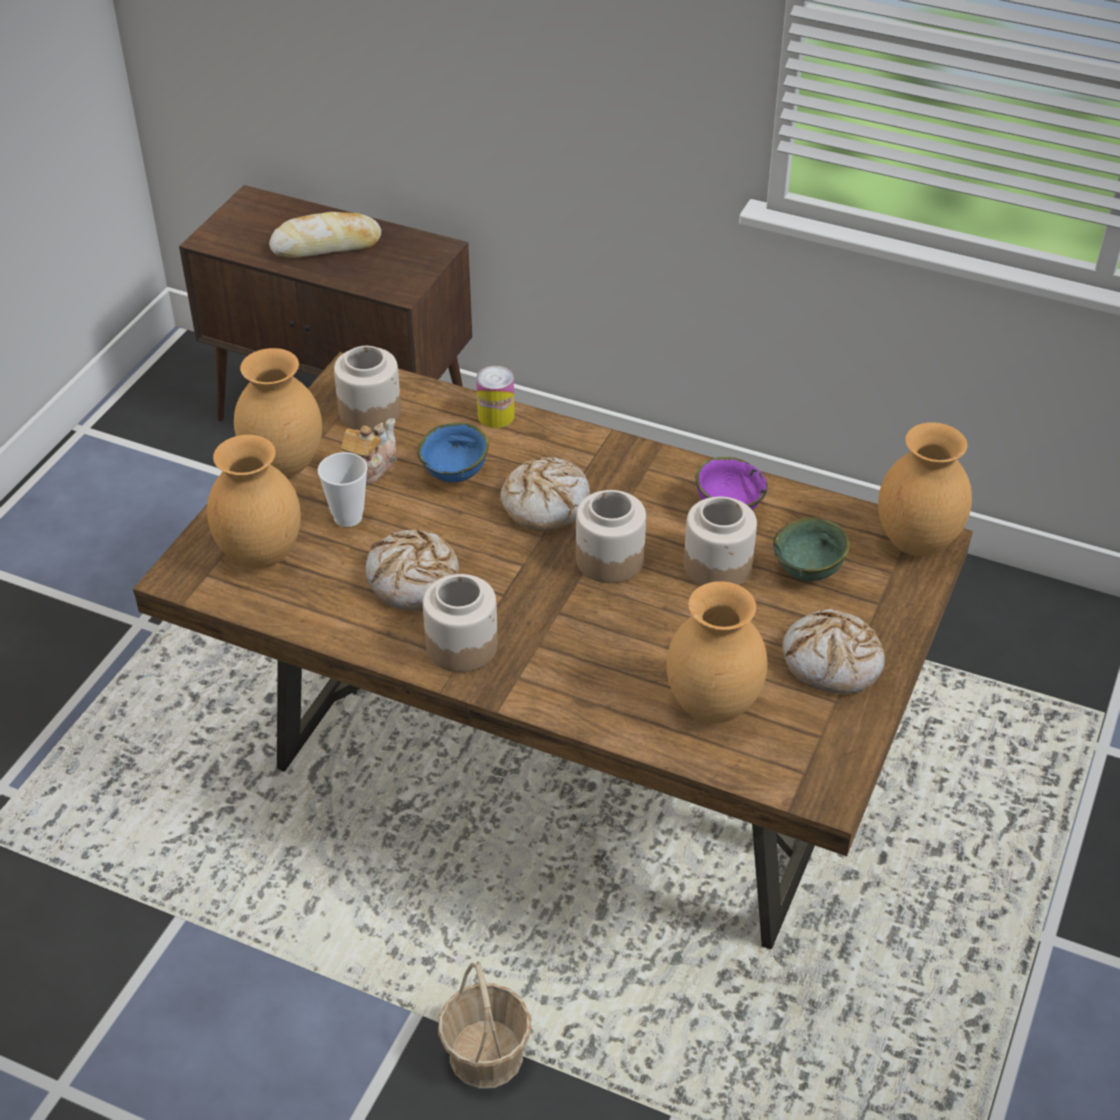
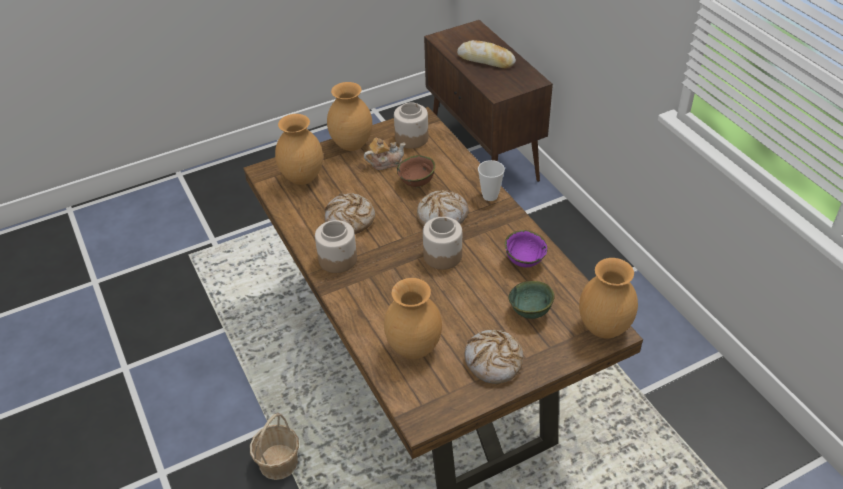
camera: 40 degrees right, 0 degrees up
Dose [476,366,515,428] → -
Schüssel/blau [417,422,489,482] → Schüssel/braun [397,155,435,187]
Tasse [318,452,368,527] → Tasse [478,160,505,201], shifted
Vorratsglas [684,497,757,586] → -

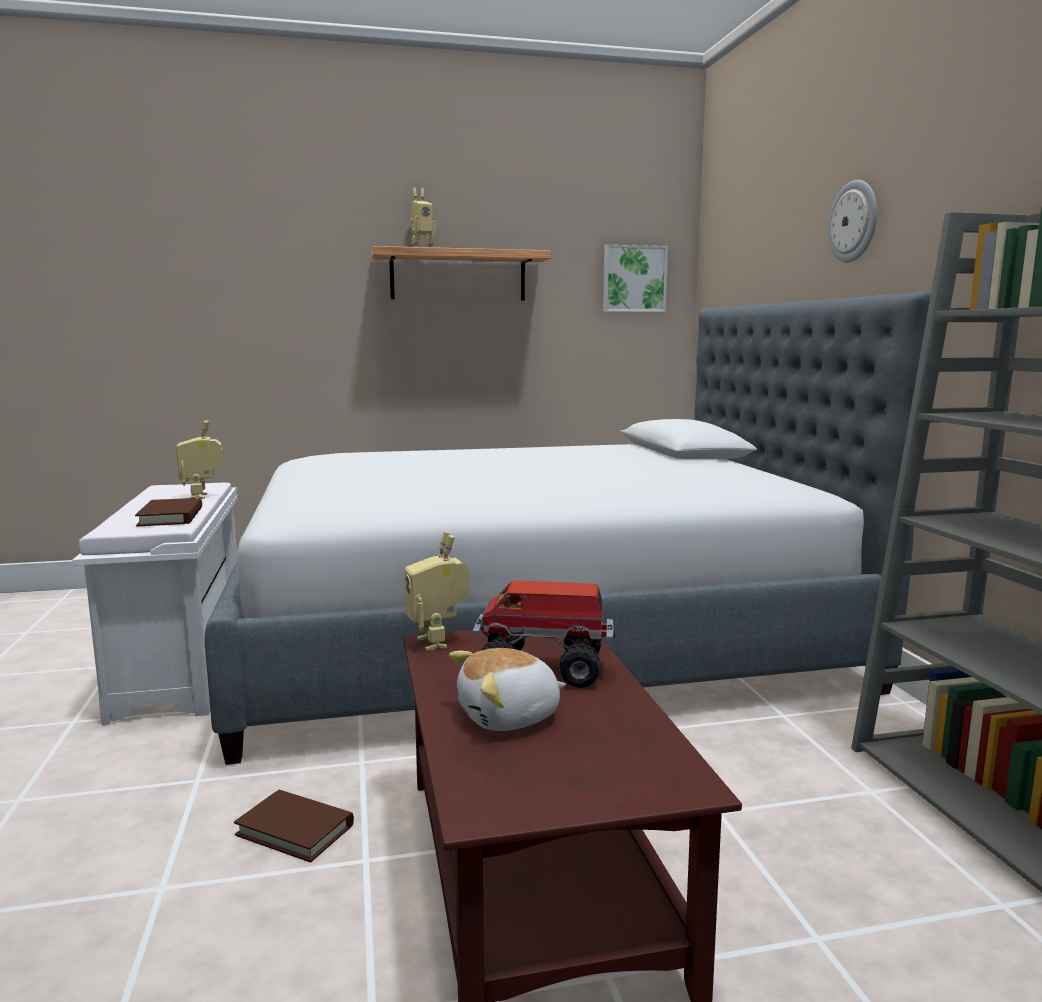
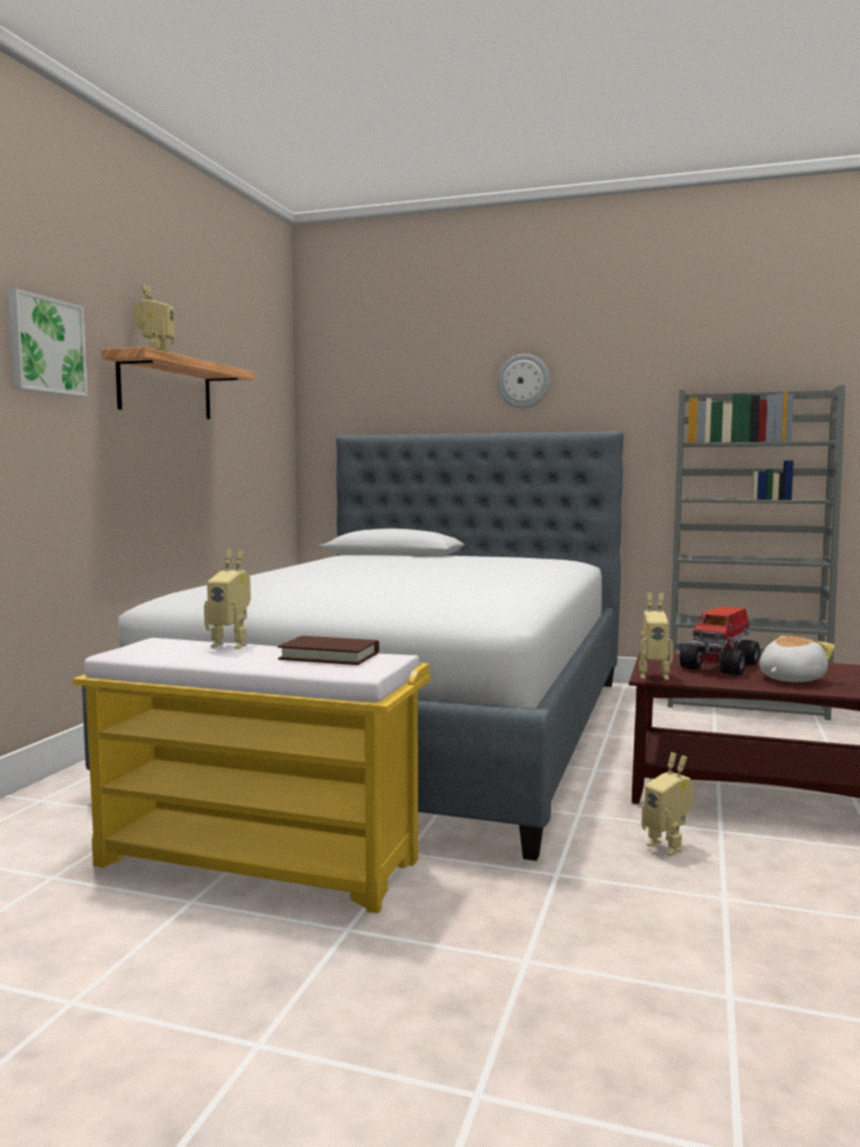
camera: 60 degrees left, 5 degrees down
Bild [603,245,668,312] → Bild [6,289,88,397], shifted
Bank/weiß [73,483,238,725] → Bank/gelb [73,638,430,913]
Plüschtier [449,648,566,731] → Plüschtier [759,636,835,682], 135 degrees counterclockwise
Buch/braun [234,790,354,862] → Spielzeugroboter [642,752,694,856]

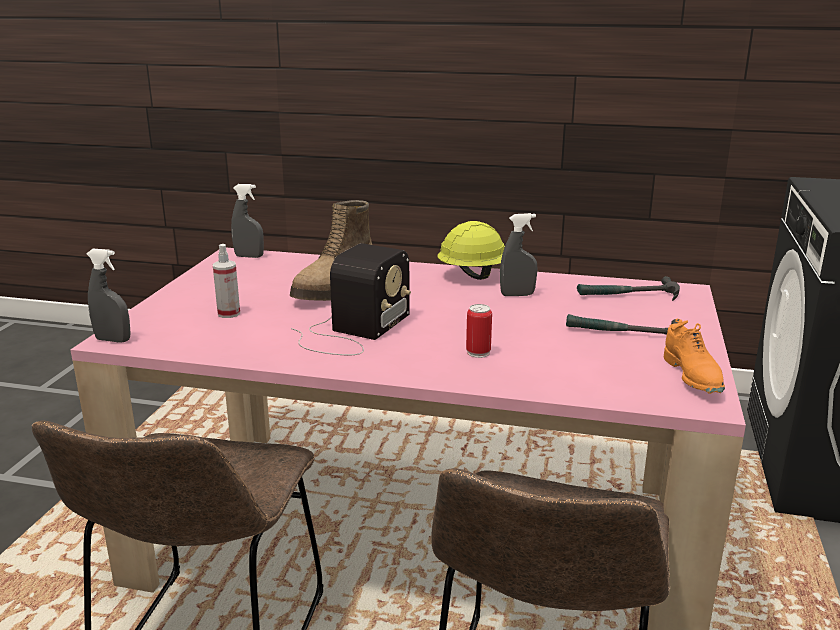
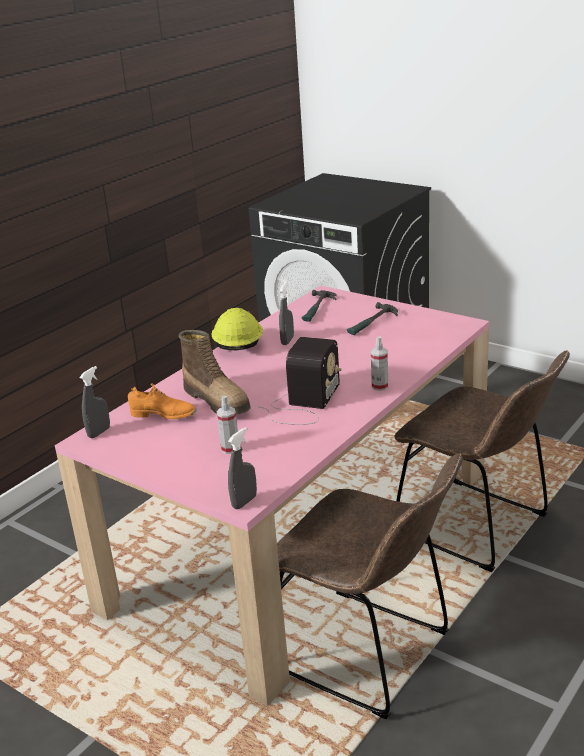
camera: 65 degrees left, 5 degrees up
Radio [291,243,411,355] → Radio [258,337,342,425], 60 degrees clockwise
Dose [466,304,492,358] → -
Schuh/orange [664,319,725,394] → Schuh/orange [128,383,197,419], shifted
- → Sprühflasche [371,336,388,391]

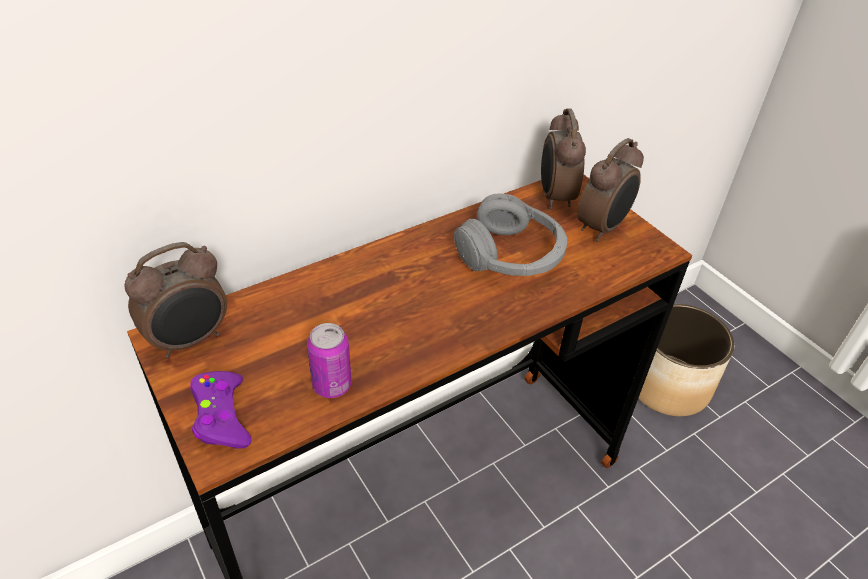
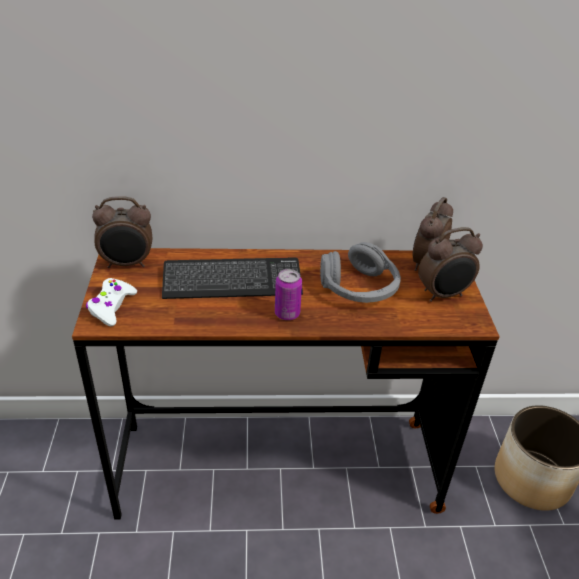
camera: 30 degrees right, 5 degrees down
Dose [307,323,352,398] → Dose [275,269,302,320], shifted
Gamepad/lila [190,371,251,449] → Gamepad/weiß [86,278,137,326]
- → Tastatur [162,257,303,299]

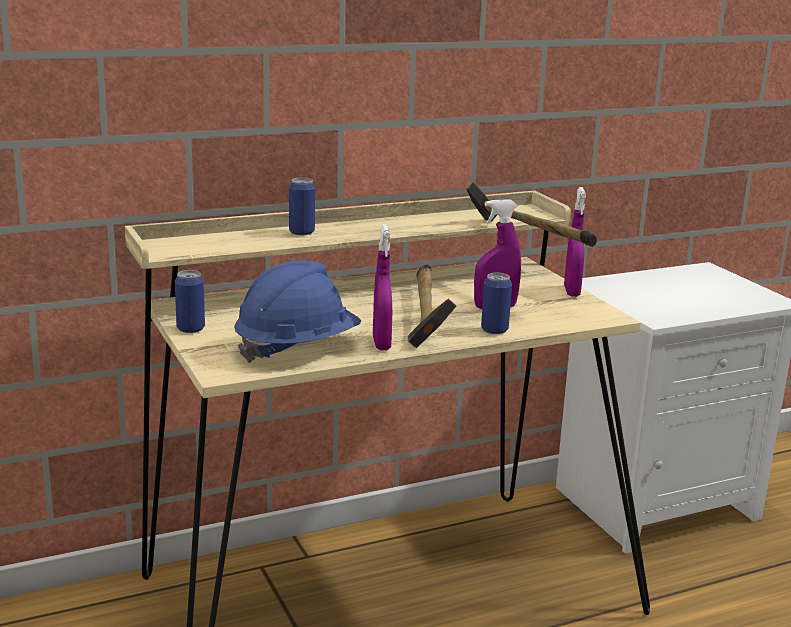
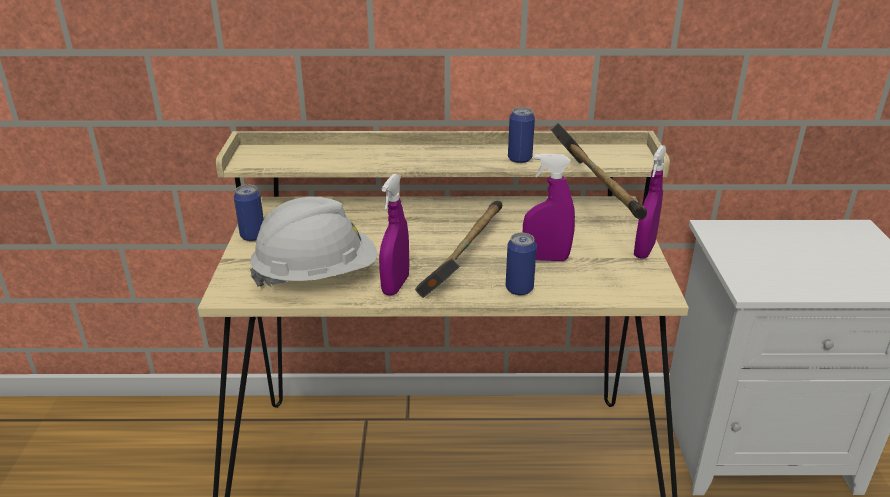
camera: 25 degrees right, 10 degrees up
Dose [289,178,315,235] → Dose [508,107,535,163], shifted
Schutzhelm/blau [234,260,361,363] → Schutzhelm/weiß [250,197,377,287]

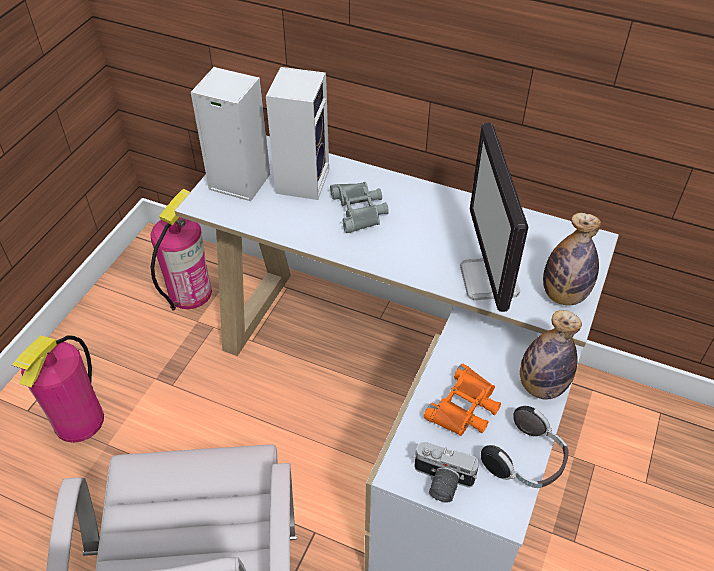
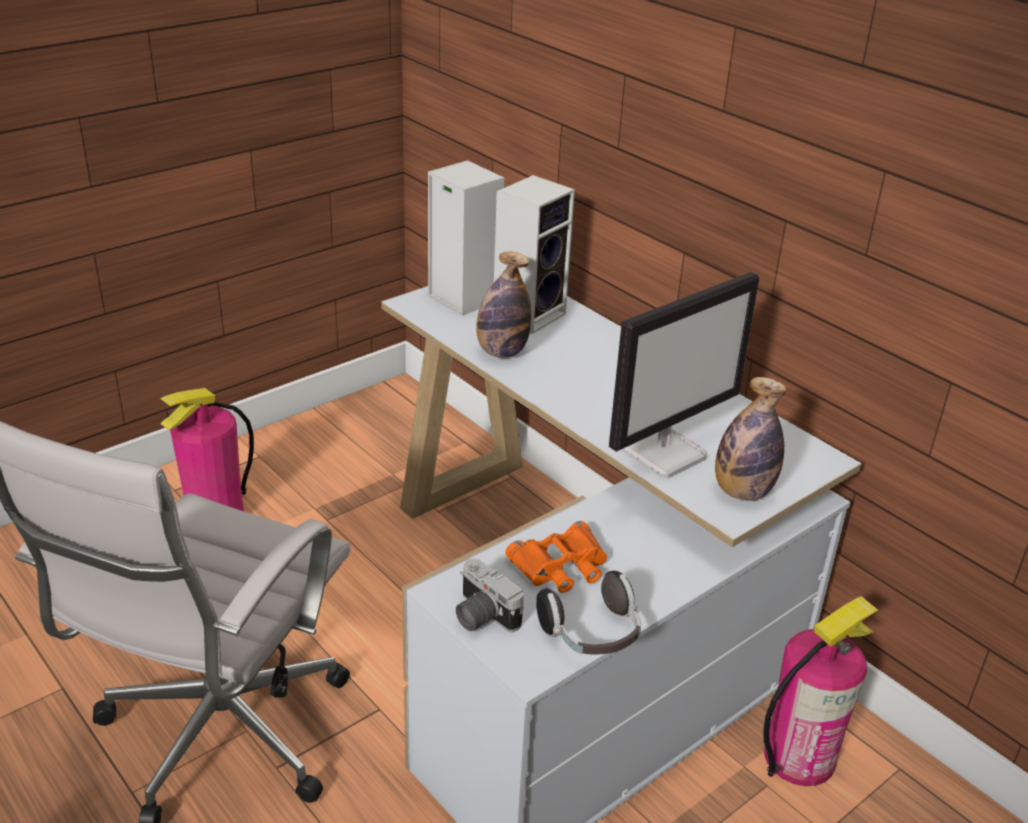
camera: 25 degrees right, 15 degrees down
Monitor [460,123,528,312] → Monitor [609,272,759,478], 150 degrees counterclockwise
Fernglas/grau [330,182,389,233] → -
Feuerlöscher [151,189,212,311] → Feuerlöscher [763,596,878,786], shifted
Flasche [520,310,582,399] → Flasche [476,252,531,358], shifted

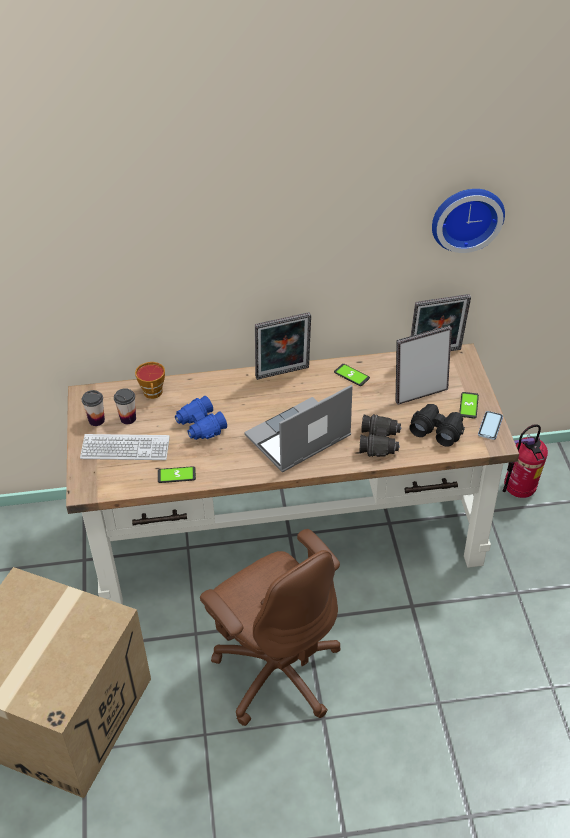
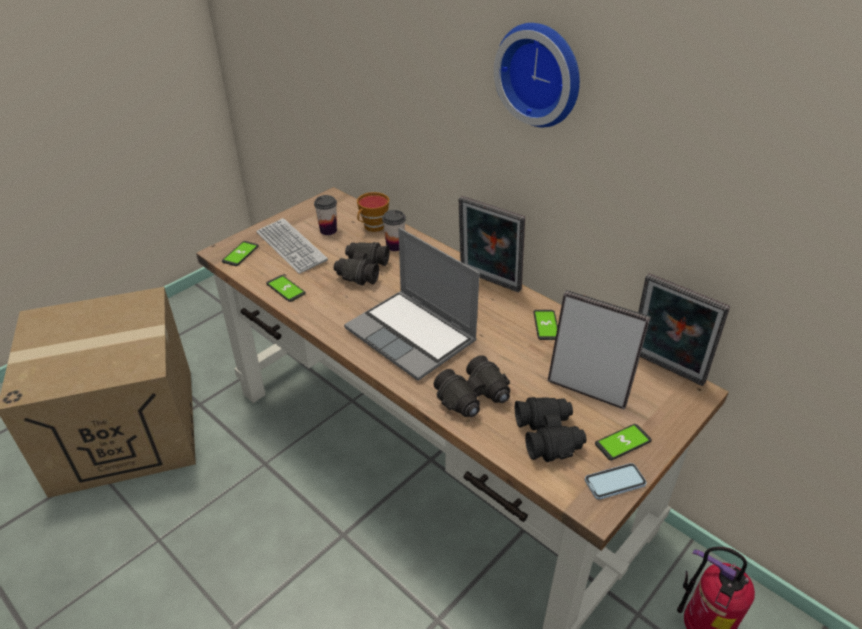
camera: 50 degrees right, 5 degrees down
Wanduhr [432,189,505,253] → Wanduhr [494,23,580,127], shifted
Laptop [244,385,352,473] → Laptop [344,228,480,381], 150 degrees counterclockwise
Tasse [82,390,105,426] → Tasse [382,210,406,251], shifted
Fernglas/blau [175,396,227,440] → Fernglas/schwarz [334,242,390,285]
Bürostuhl/braun [200,529,341,726] → -
- → Handy [222,241,259,266]

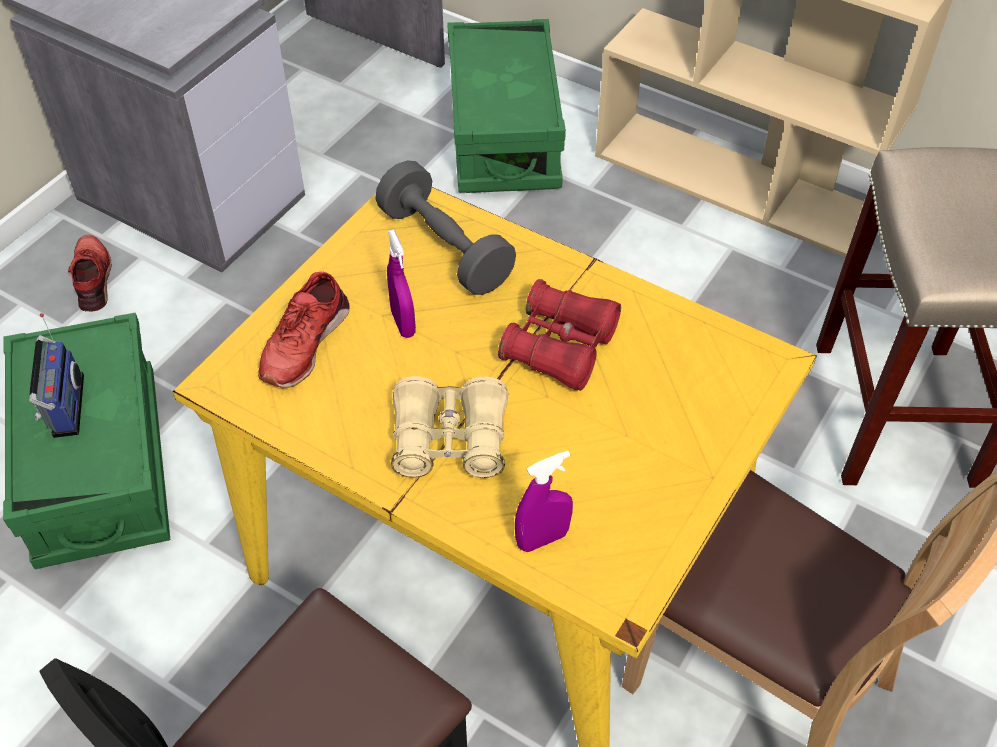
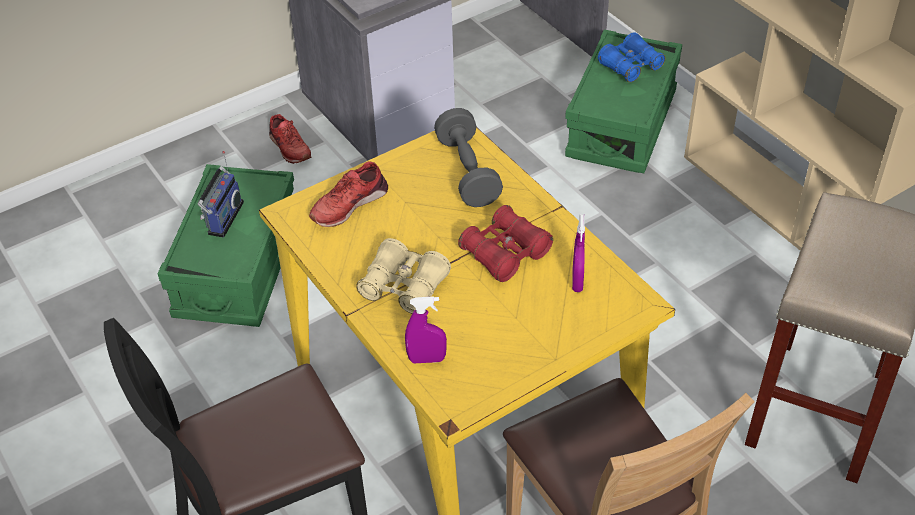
camera: 25 degrees right, 5 degrees down
Sprühflasche/lila [387,230,416,338] → Sprühflasche/lila [572,214,585,292], shifted
Schuh/rot [68,235,112,312] → Schuh/rot [269,114,311,164], 135 degrees clockwise
- → Fernglas/blau [598,32,666,82]

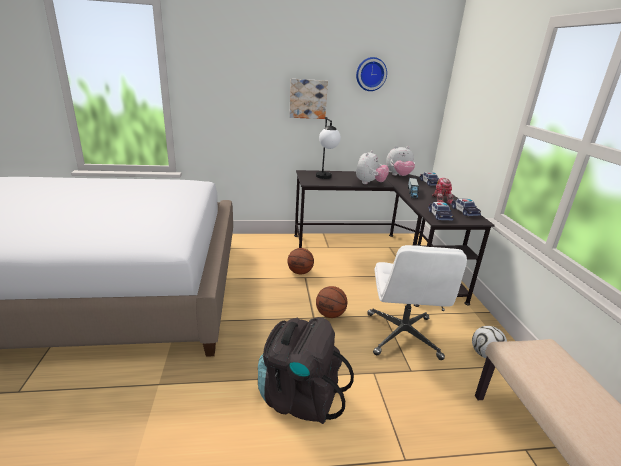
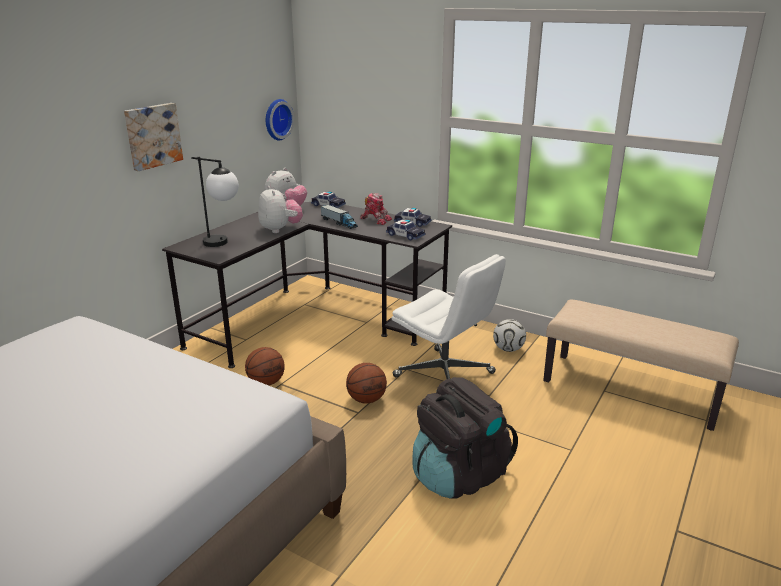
camera: 50 degrees left, 0 degrees up
Wanduhr [356,57,387,91] → Wanduhr [266,99,294,140], shifted

